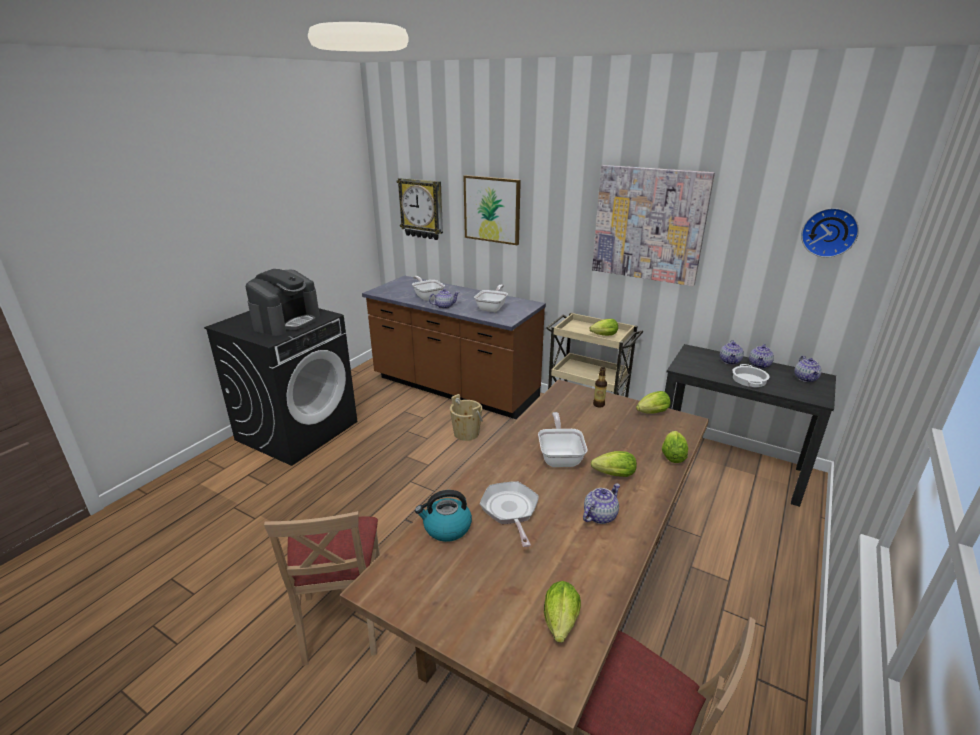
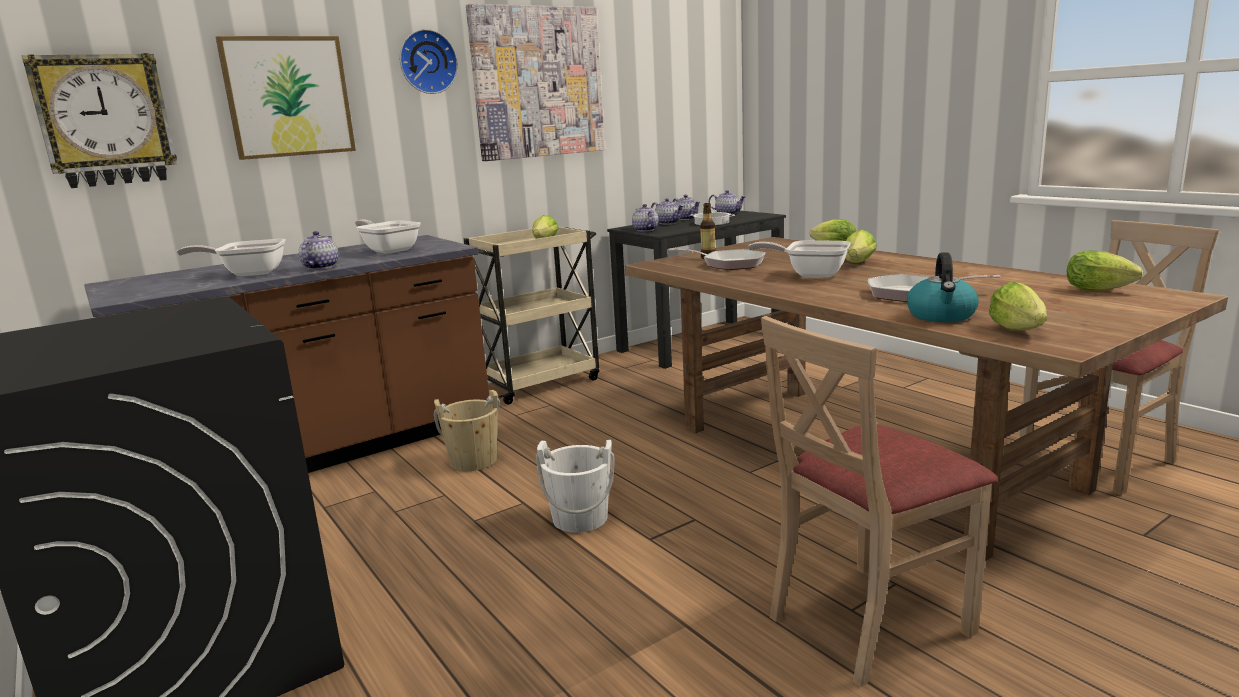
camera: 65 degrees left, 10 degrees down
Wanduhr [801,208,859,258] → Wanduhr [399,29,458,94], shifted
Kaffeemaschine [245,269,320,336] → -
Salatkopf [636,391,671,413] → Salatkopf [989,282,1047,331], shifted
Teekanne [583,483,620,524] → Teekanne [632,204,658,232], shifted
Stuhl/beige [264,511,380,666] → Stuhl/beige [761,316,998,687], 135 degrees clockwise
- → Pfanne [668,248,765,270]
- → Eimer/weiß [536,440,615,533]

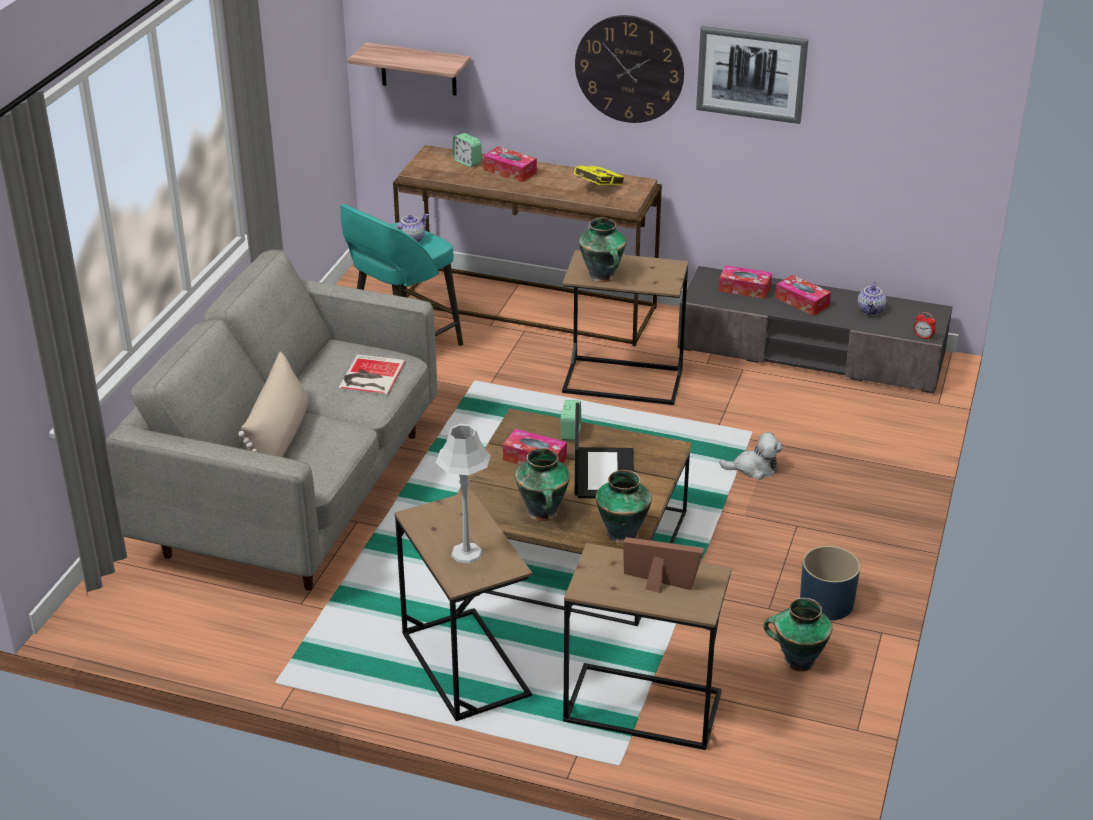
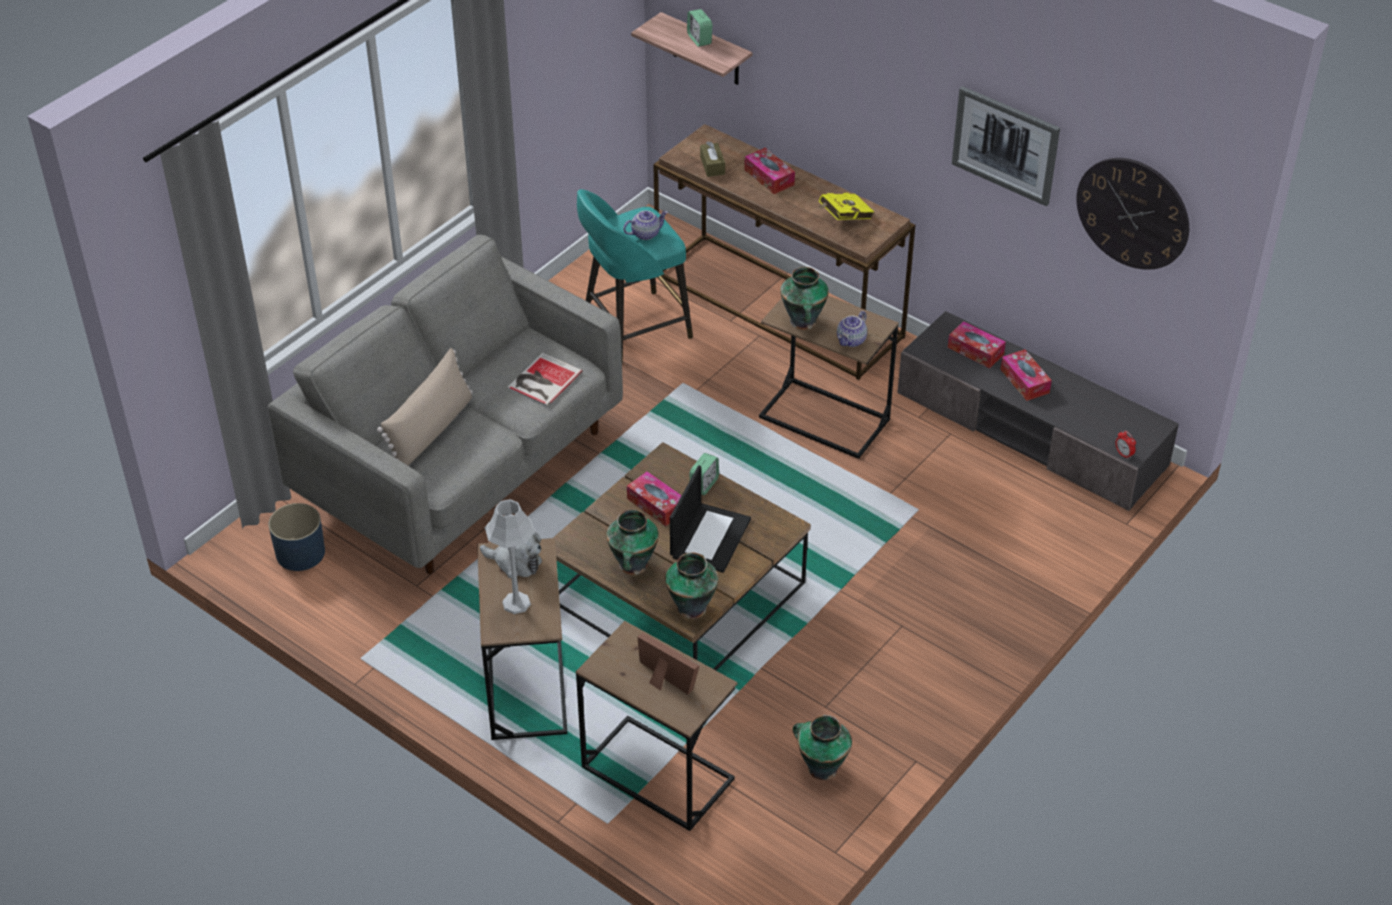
camera: 20 degrees right, 10 degrees up
Wanduhr [575,15,684,123] → Wanduhr [1076,158,1189,270], shifted
Wecker [453,133,481,167] → Wecker [687,9,712,47], shifted
Teekanne [857,282,886,315] → Teekanne [837,311,867,347], shifted
Plüschtier [719,432,783,480] → Plüschtier [480,532,542,579], shifted
Pflanzkübel/blau [800,546,860,620] → Pflanzkübel/blau [268,503,325,571], shifted
- → Taschentuchbox/braun [700,141,725,177]

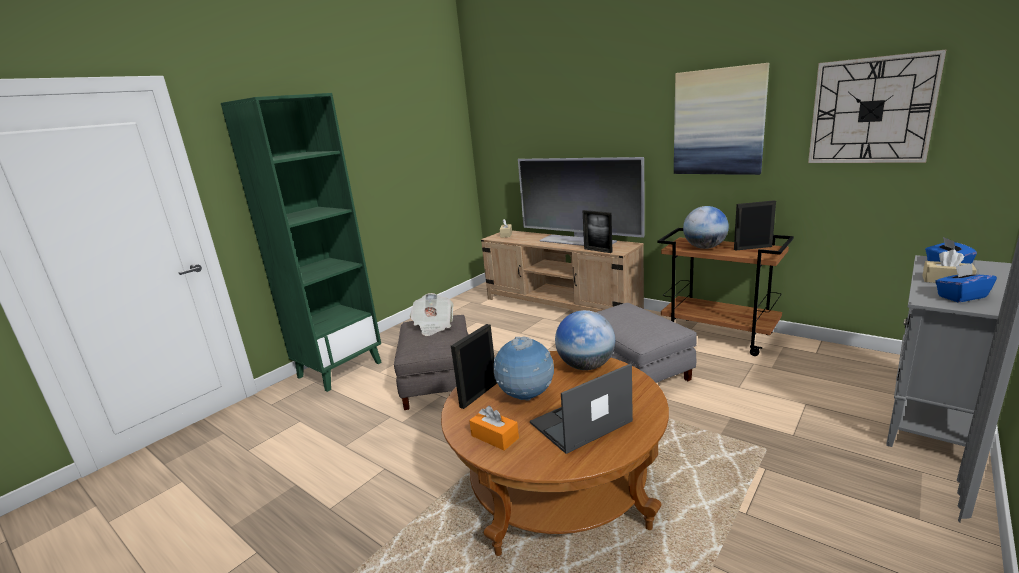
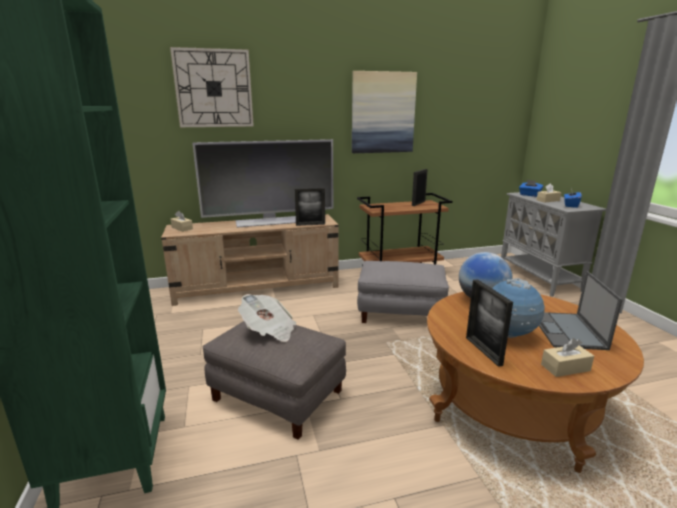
camera: 55 degrees left, 0 degrees up
Wanduhr [808,49,947,163] → Wanduhr [170,47,254,127], shifted
Globus [683,206,729,249] → -
Taschentuchbox/orange [469,406,519,451] → Taschentuchbox/beige [541,338,594,377]

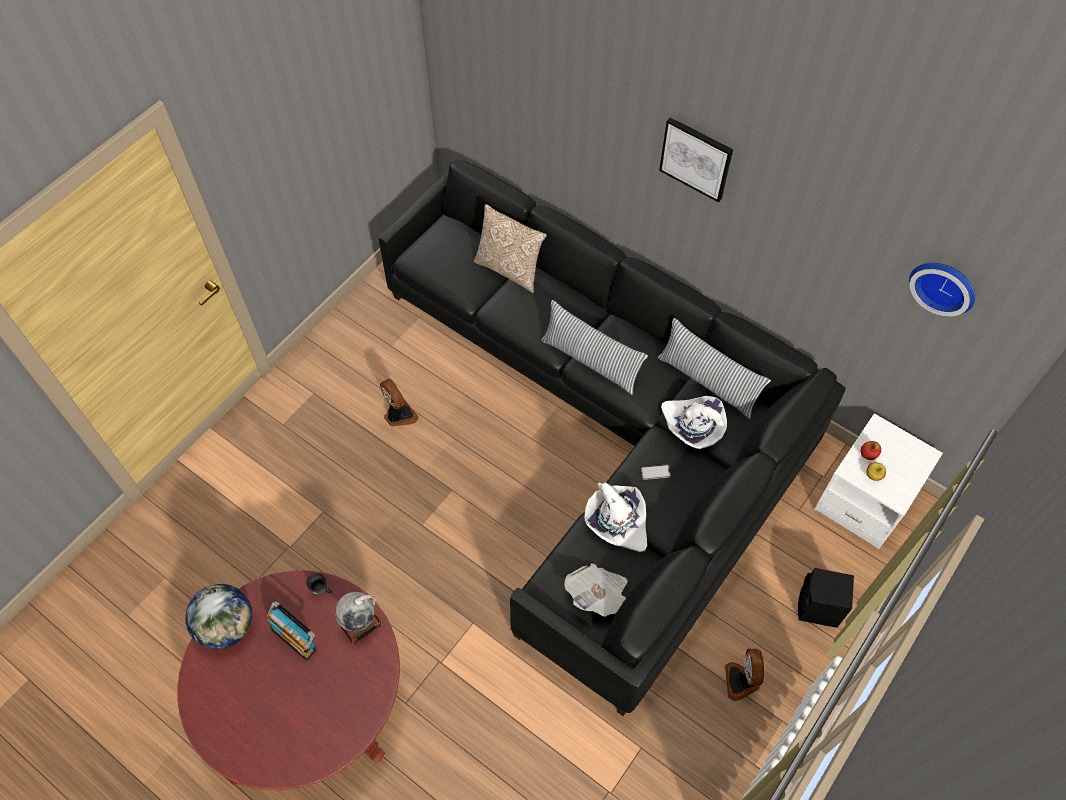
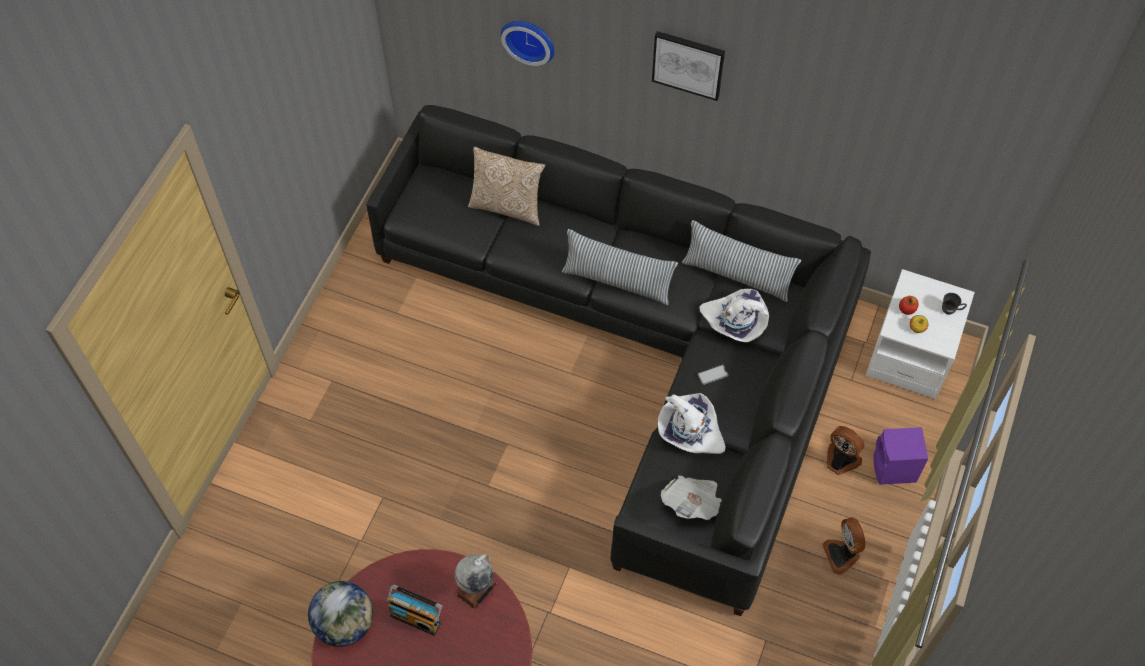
camera: 15 degrees left, 0 degrees up
Wanduhr [909,263,975,317] → Wanduhr [501,21,554,66], shifted
Ventilator [380,378,419,427] → Ventilator [826,426,865,475], shifted
Lautsprecher/schwarz [798,568,854,628] → Lautsprecher/lila [873,427,928,485]
Henkelbecher/grau [306,573,332,595] → Henkelbecher/grau [942,293,967,315], shifted

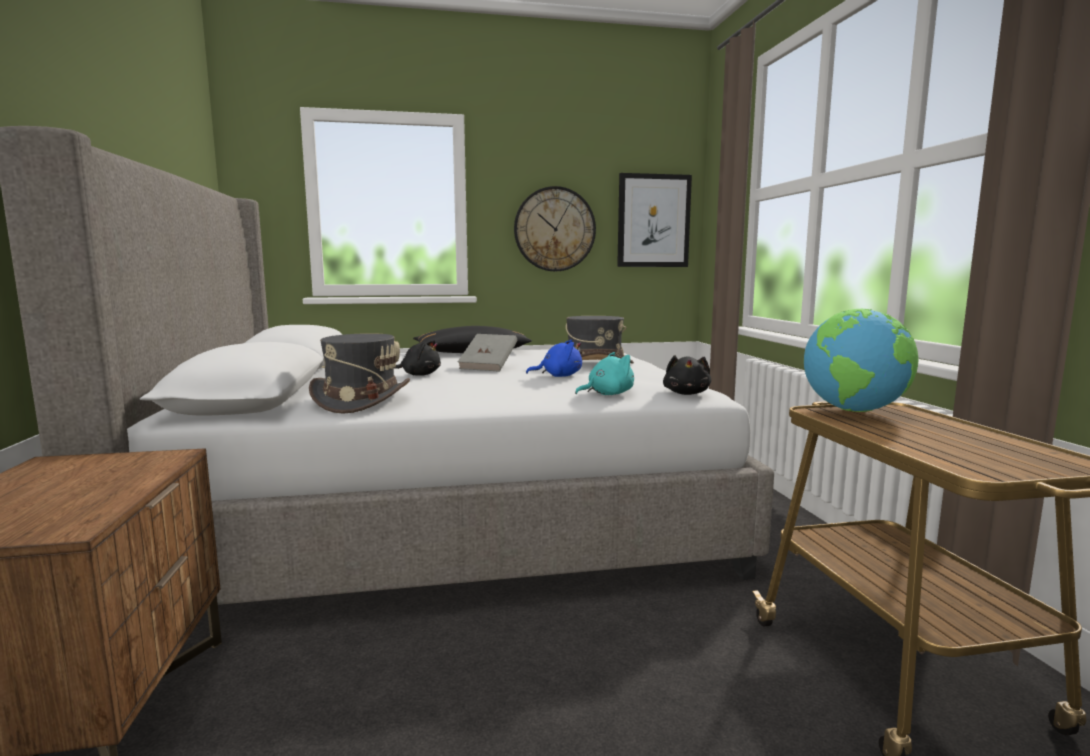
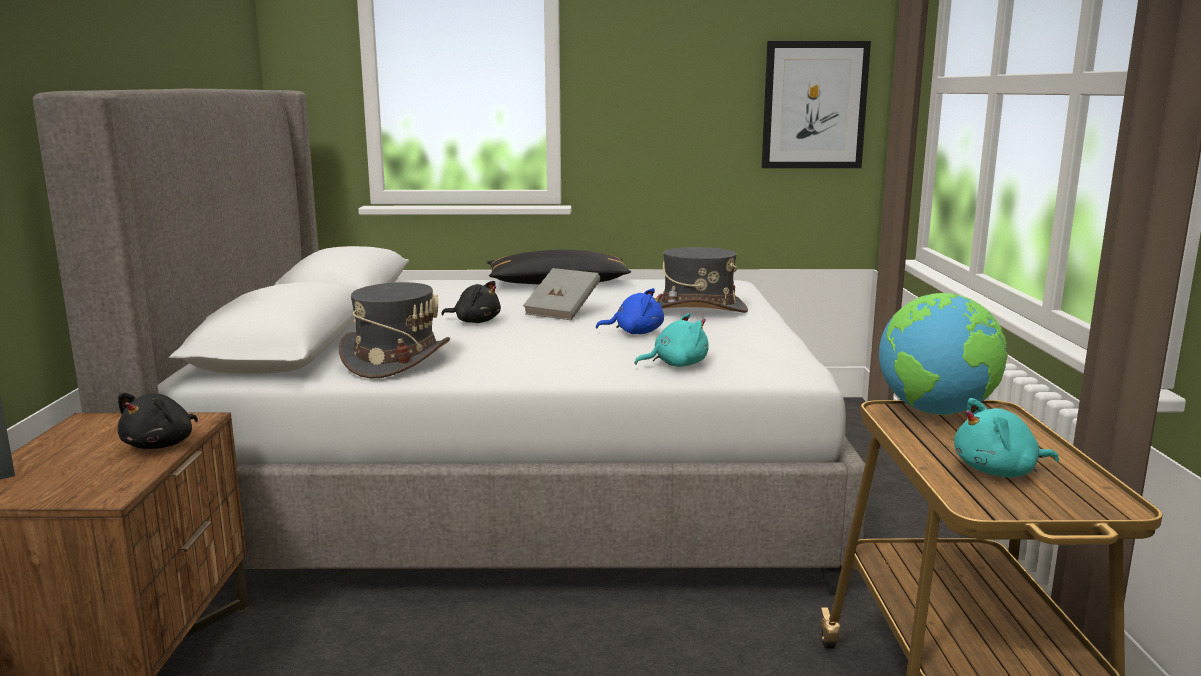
camera: 10 degrees right, 5 degrees up
Wanduhr [514,186,596,271] → -
Plüschtier/schwarz [663,355,711,395] → Plüschtier/schwarz [117,392,198,449], shifted
- → Plüschtier/türkis [954,398,1059,477]

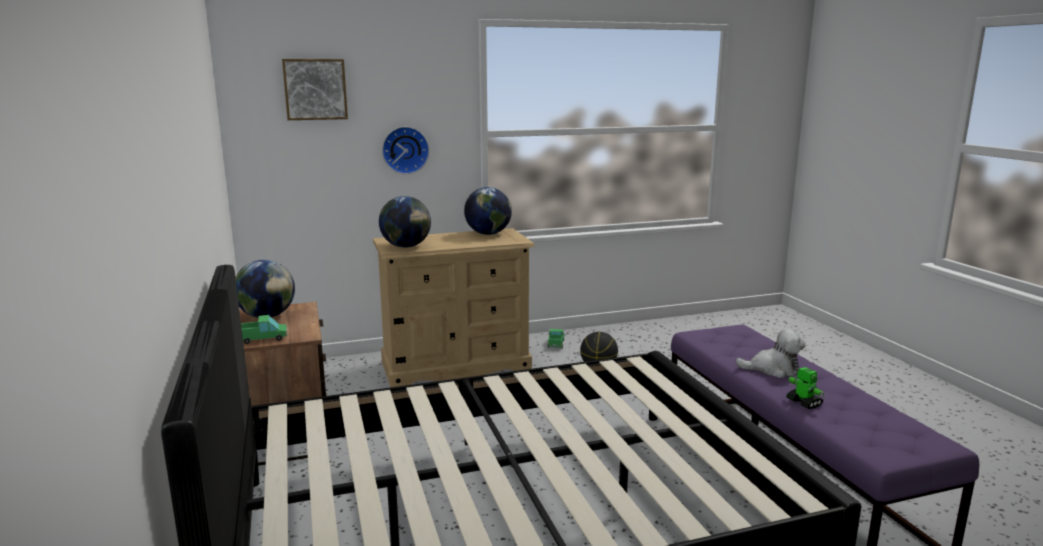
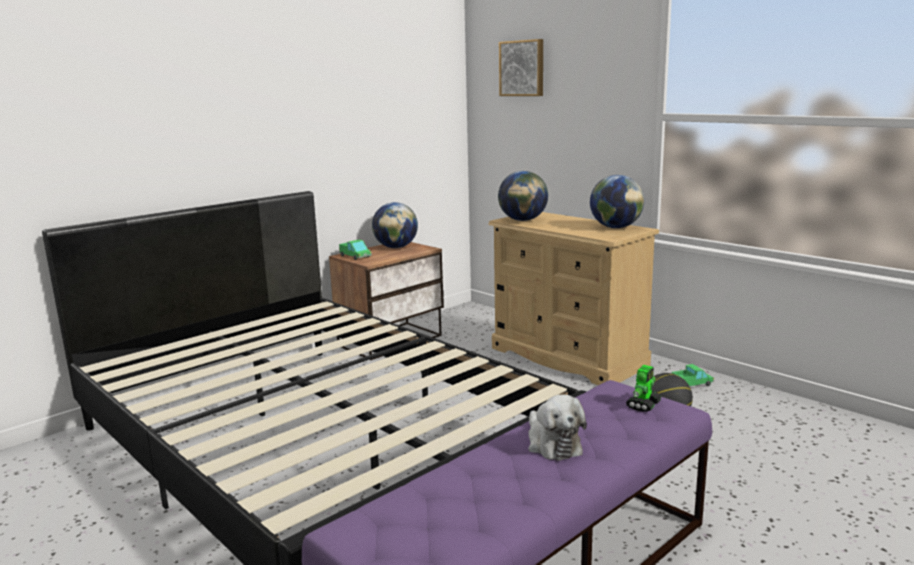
camera: 65 degrees right, 0 degrees up
Wanduhr [382,127,429,174] → -
Spielzeugroboter [786,367,824,409] → Spielzeugroboter [626,365,661,412], shifted

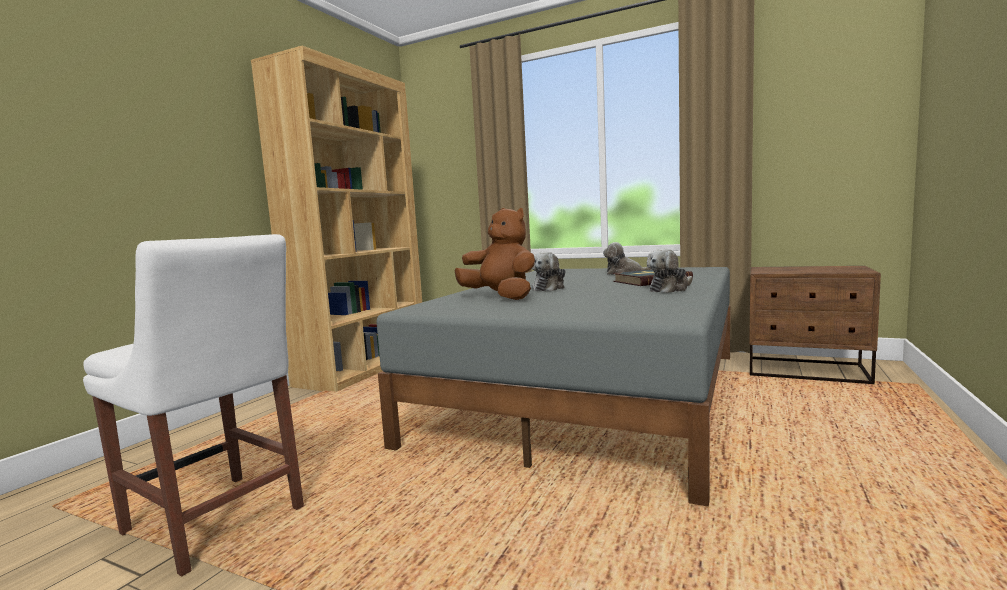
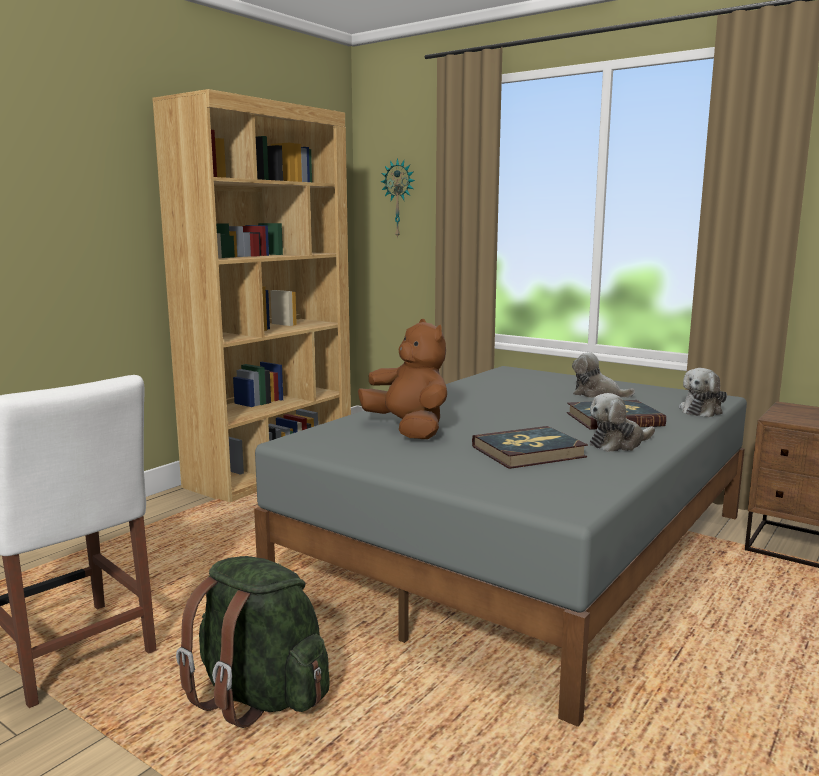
camera: 10 degrees right, 5 degrees up
Plüschtier [531,252,565,291] → Plüschtier [679,368,727,417], shifted
- → Wanduhr [380,158,415,239]
- → Buch [472,426,588,469]
- → Rucksack/grün [176,556,330,728]

